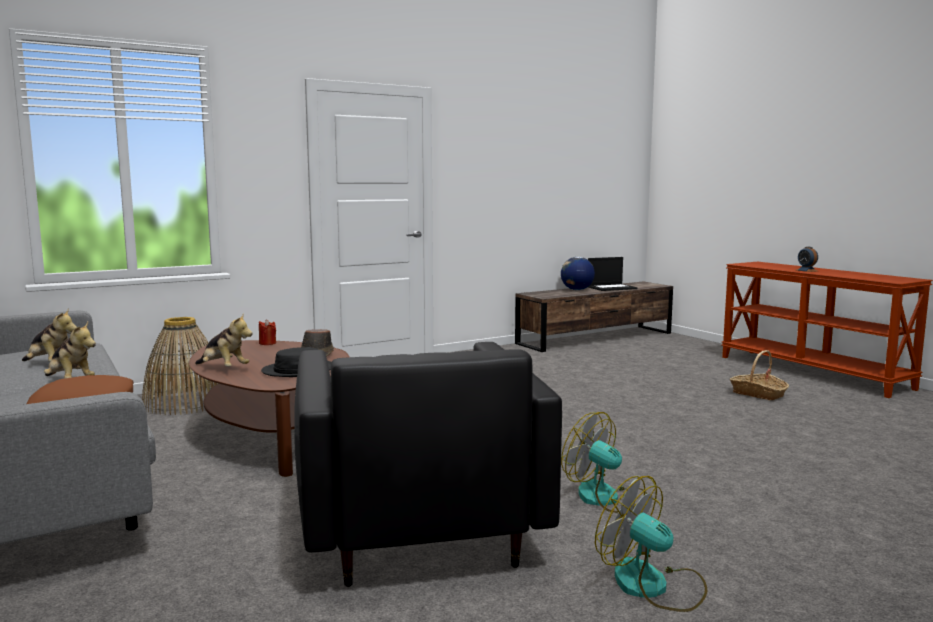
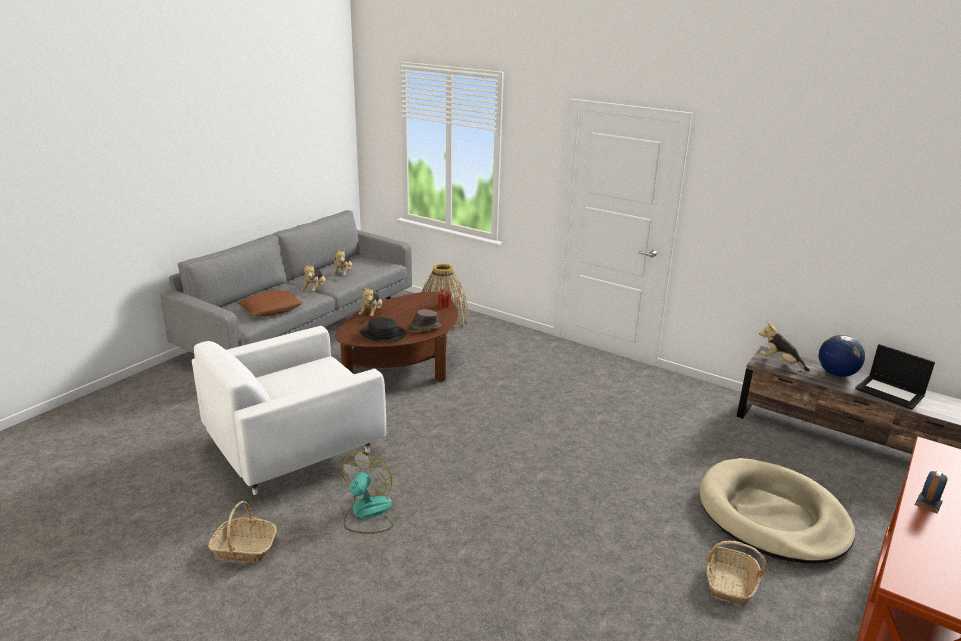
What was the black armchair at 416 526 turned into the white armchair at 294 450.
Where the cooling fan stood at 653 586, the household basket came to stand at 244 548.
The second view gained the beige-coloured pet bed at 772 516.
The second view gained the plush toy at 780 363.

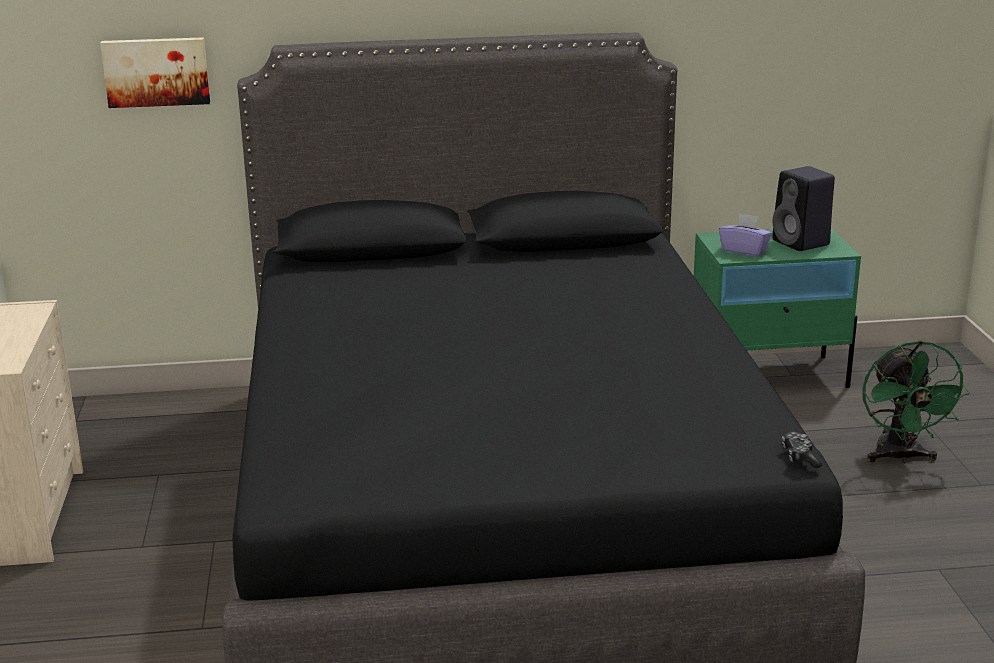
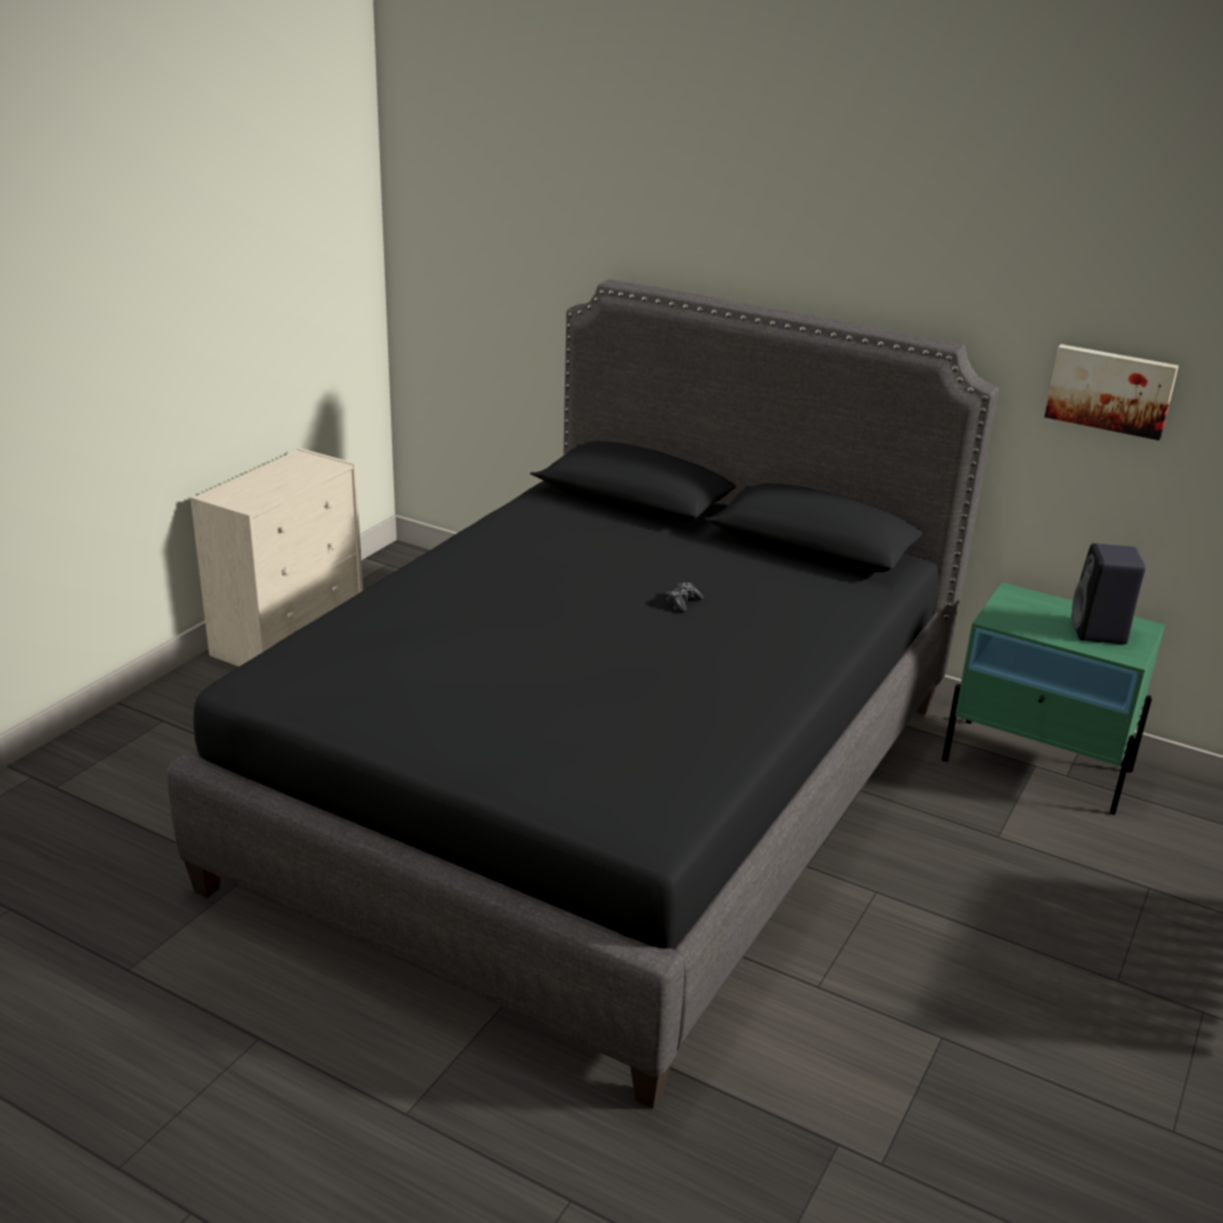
The joypad ended up elsewhere, having gone from 800 457 to 683 602.
The picture ended up elsewhere, having gone from 156 71 to 1110 390.
The second view lost the purple tissue holder at 744 251.
The second view lost the green-coloured cooling fan at 900 457.

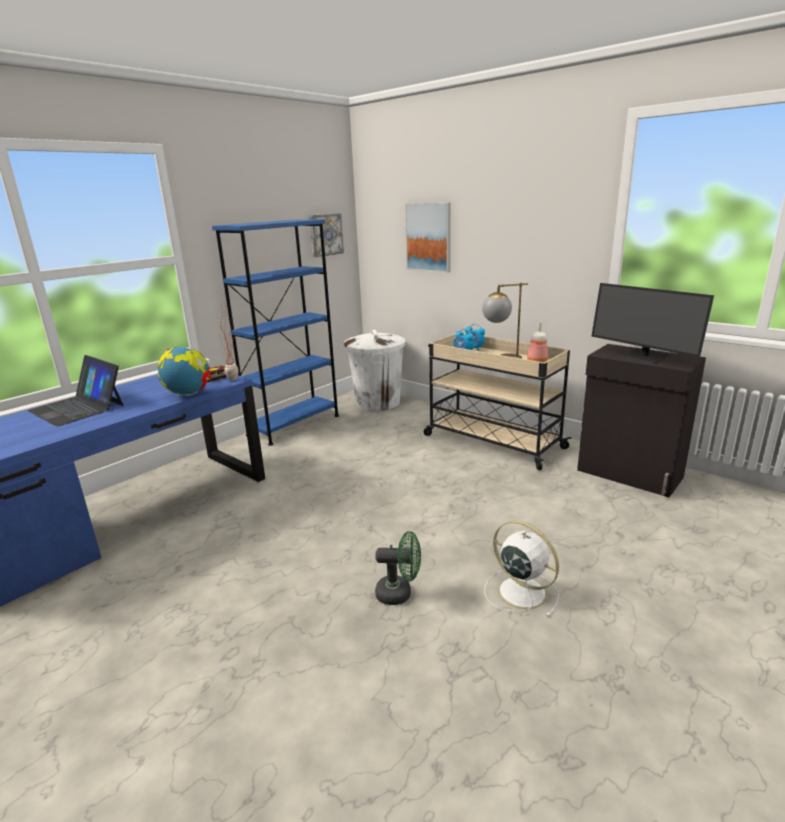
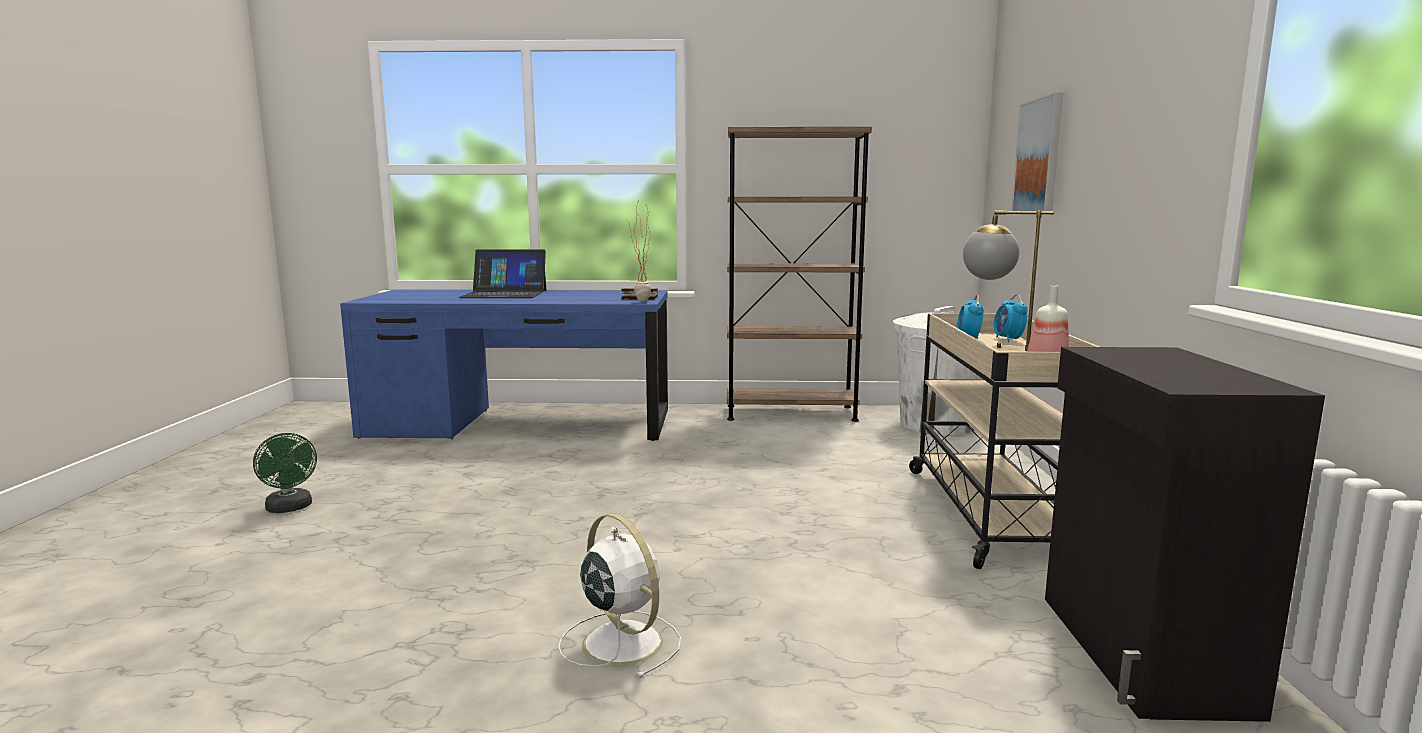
The green-coloured cooling fan ended up elsewhere, having gone from 399 593 to 290 508.
The portable computer at 78 408 ended up facing another way, 90 degrees counterclockwise from before.
The white cooling fan at 520 591 ended up facing another way, 45 degrees counterclockwise from before.
What was the blue-coloured bookcase at 294 425 turned into the brown-coloured bookcase at 790 413.
The second view lost the desk globe at 189 394.
The second view lost the picture at 325 234.
The second view lost the monitor at 644 357.

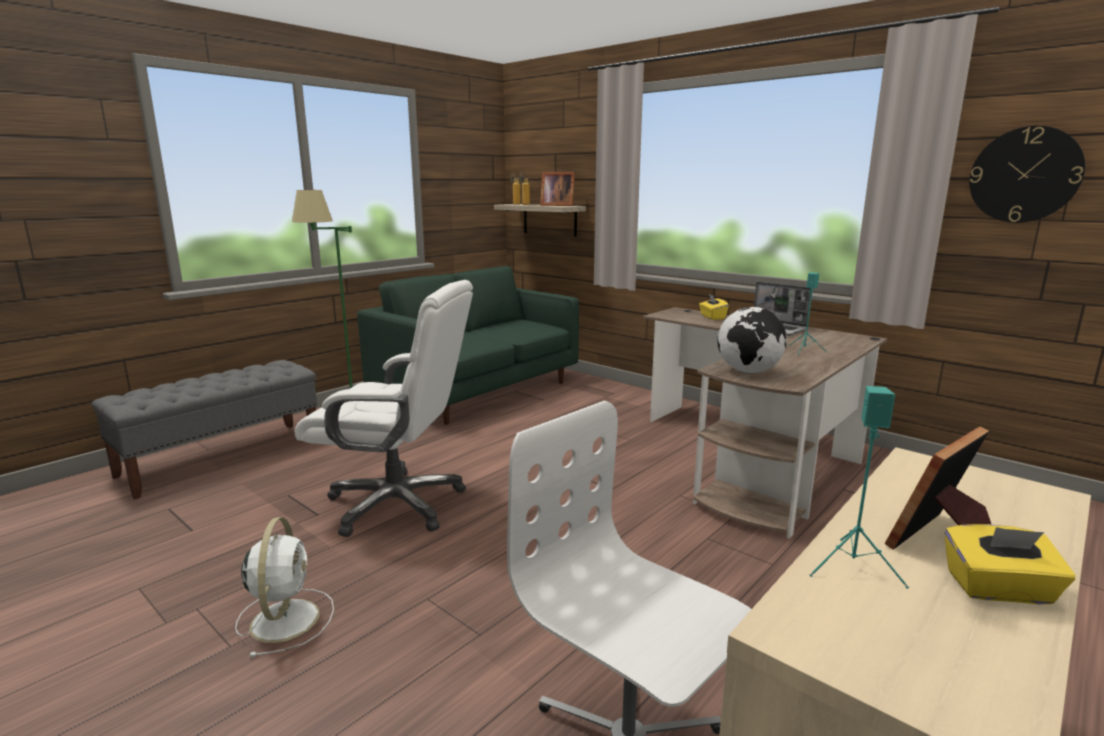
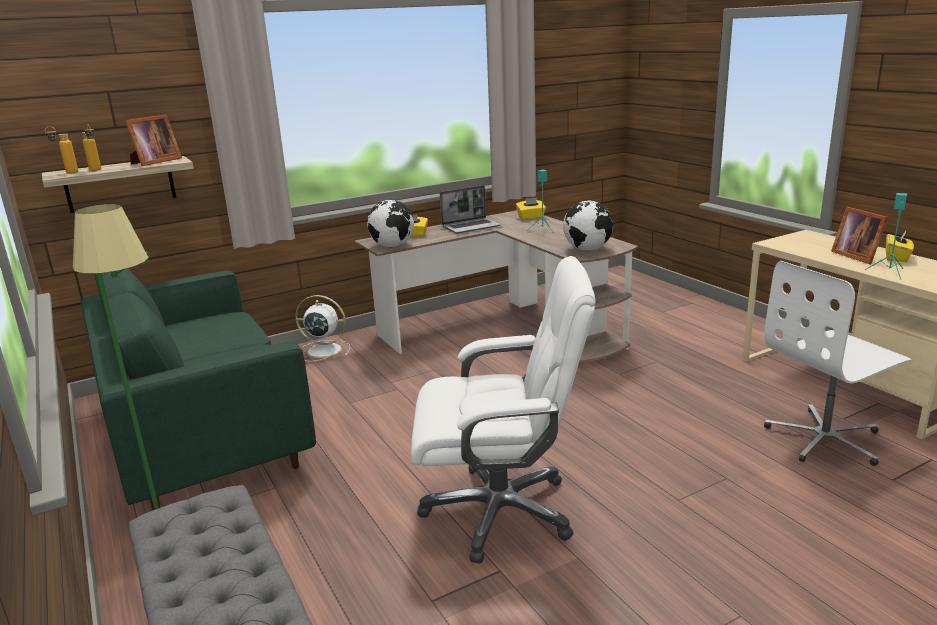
The white cooling fan ended up elsewhere, having gone from 286 618 to 323 350.
The second view gained the desk globe at 392 246.
The white desk chair at 397 504 ended up facing another way, 60 degrees clockwise from before.
The second view gained the yellow-coloured tissue holder at 531 217.
The second view lost the hanging clock at 1024 175.

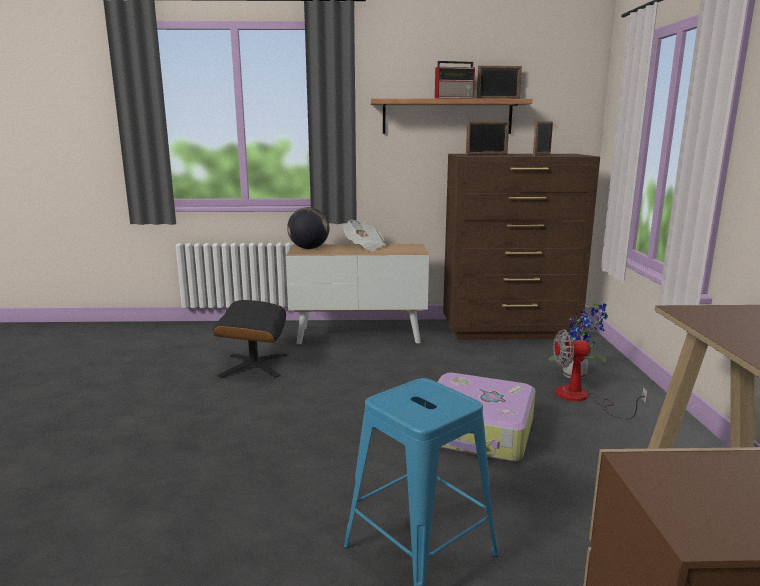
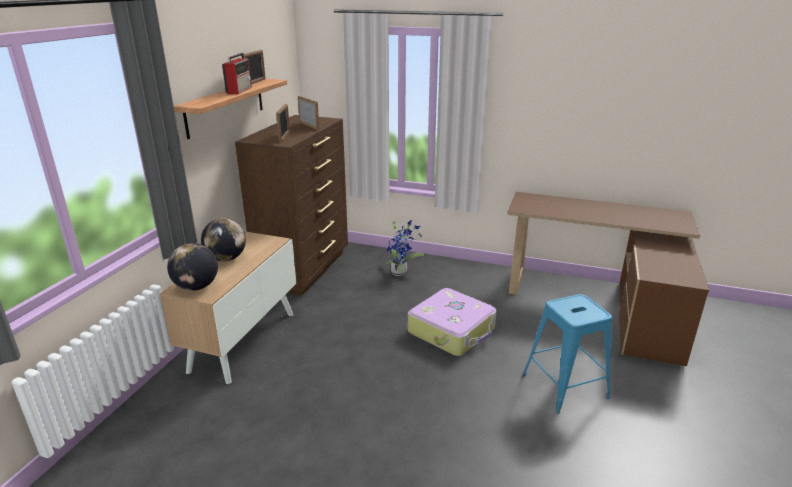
Where the daily paper stood at 364 247, the desk globe came to stand at 226 258.
The second view lost the black ottoman at 253 365.
The second view lost the cooling fan at 582 398.

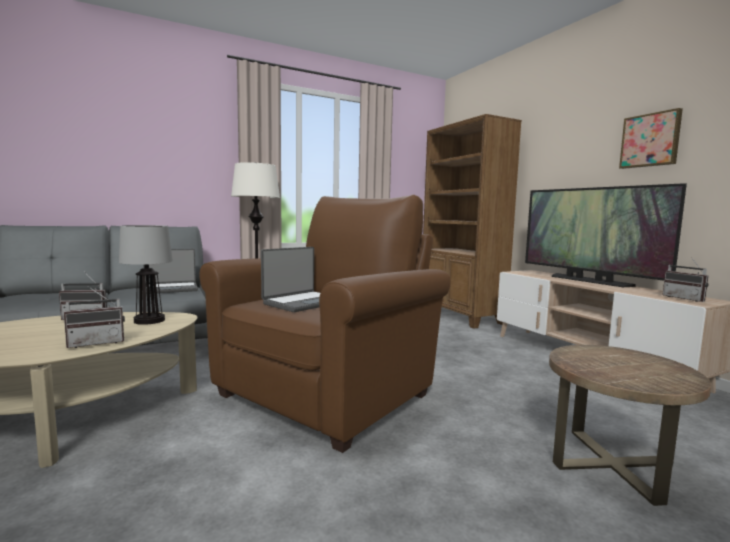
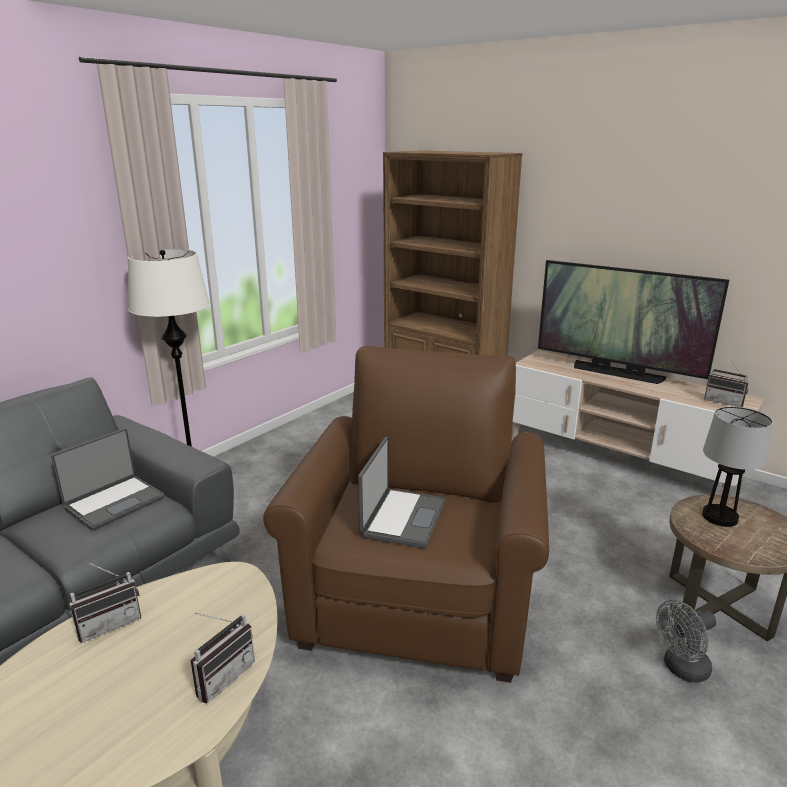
The second view gained the grey cooling fan at 681 669.
The table lamp ended up elsewhere, having gone from 148 320 to 719 517.
The second view lost the picture at 650 140.

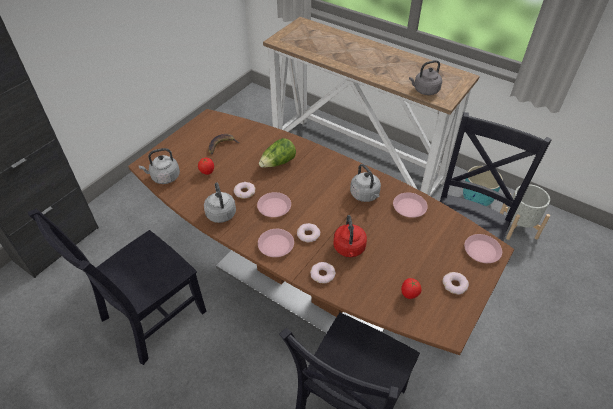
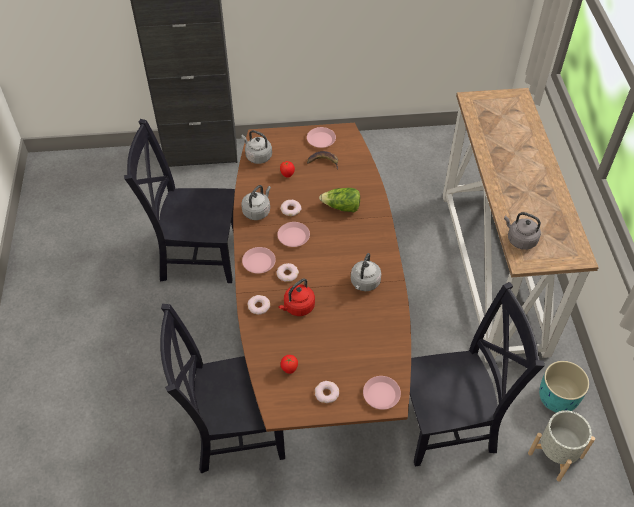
The pink-coloured plate ended up elsewhere, having gone from 409 207 to 321 140.

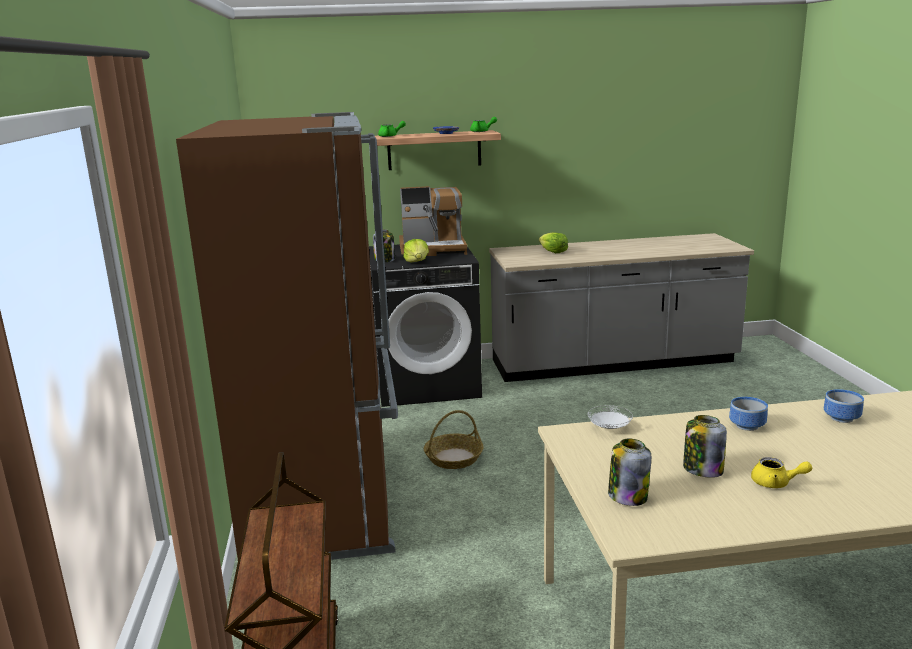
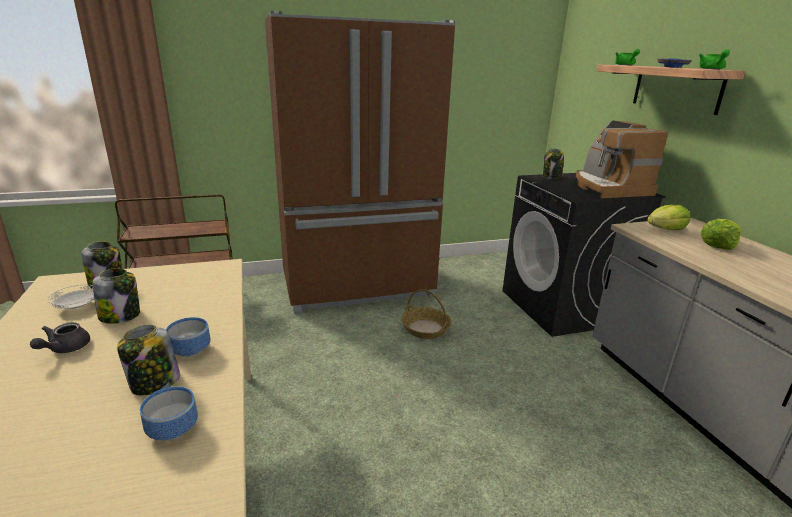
What was the yellow-coloured pot for tea at 776 483 turned into the grey pot for tea at 65 349.
The white plate ended up elsewhere, having gone from 609 428 to 77 307.
The second view gained the storage jar at 154 383.
The head of lettuce ended up elsewhere, having gone from 417 262 to 665 230.

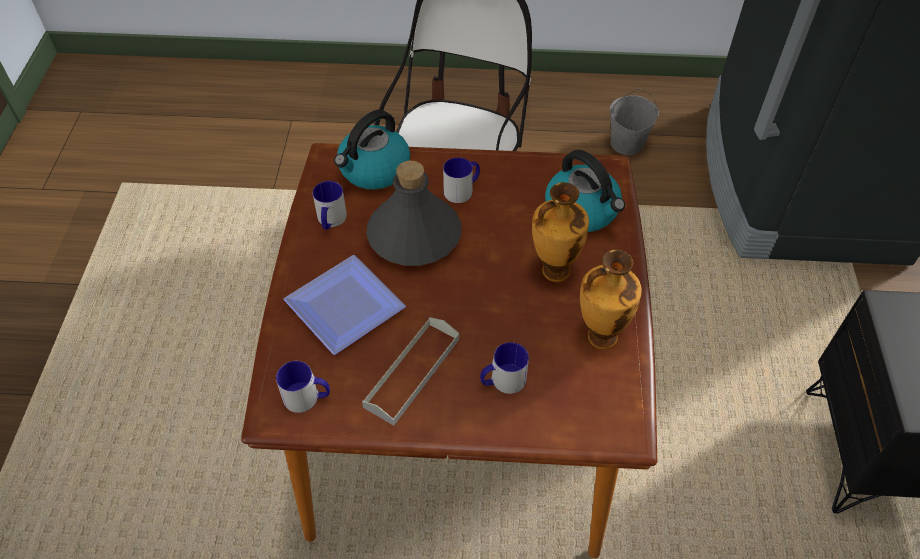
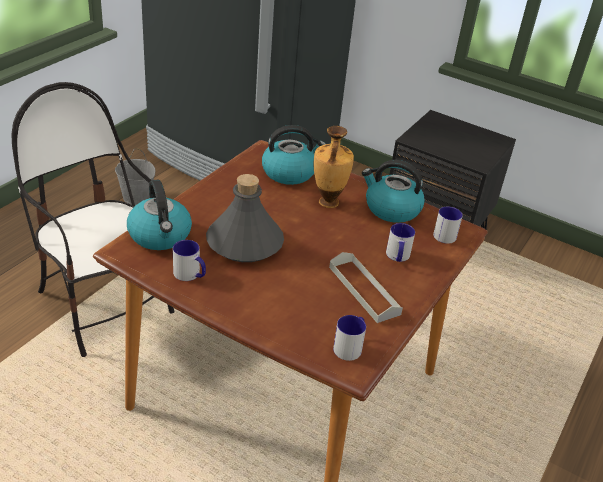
Where the flower vase stood at 600 336, the tea kettle came to stand at 391 209.
The mug ended up elsewhere, having gone from 462 190 to 443 233.
The second view lost the plate at 344 310.

